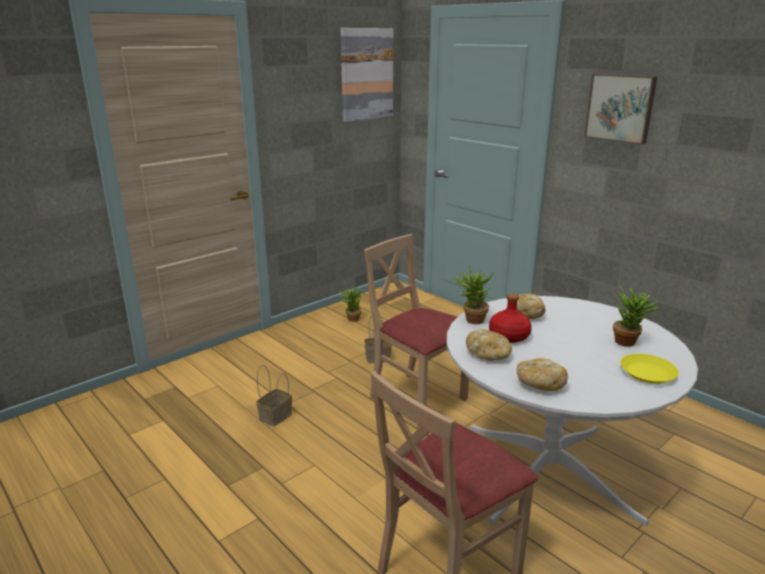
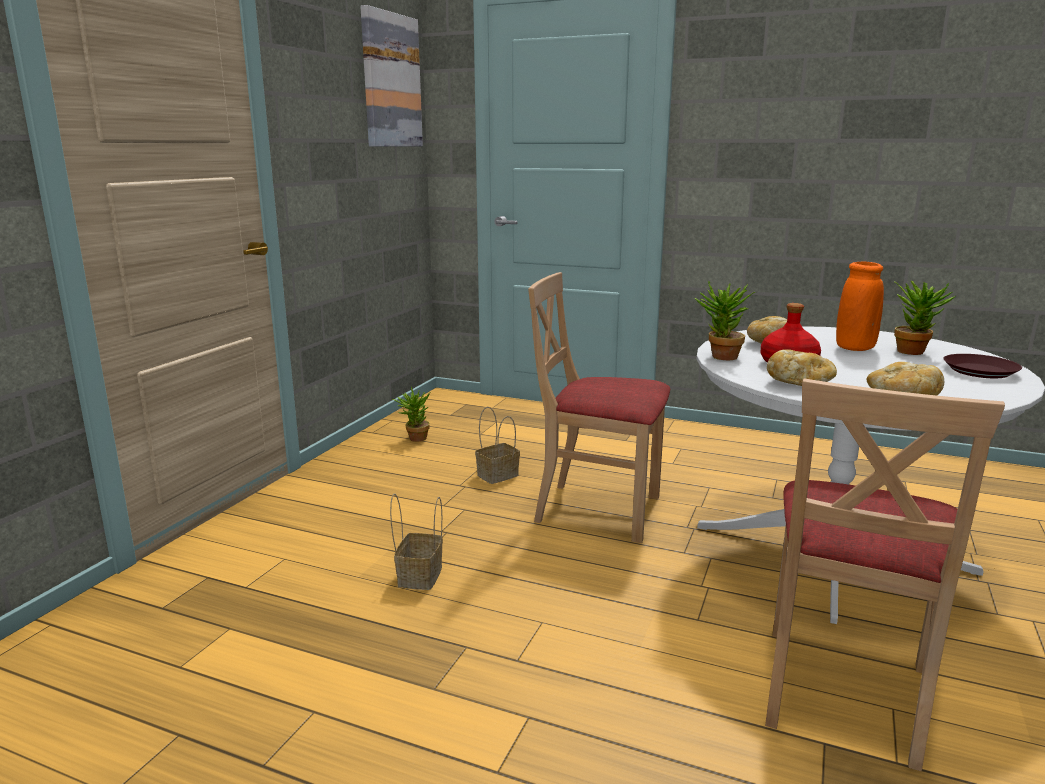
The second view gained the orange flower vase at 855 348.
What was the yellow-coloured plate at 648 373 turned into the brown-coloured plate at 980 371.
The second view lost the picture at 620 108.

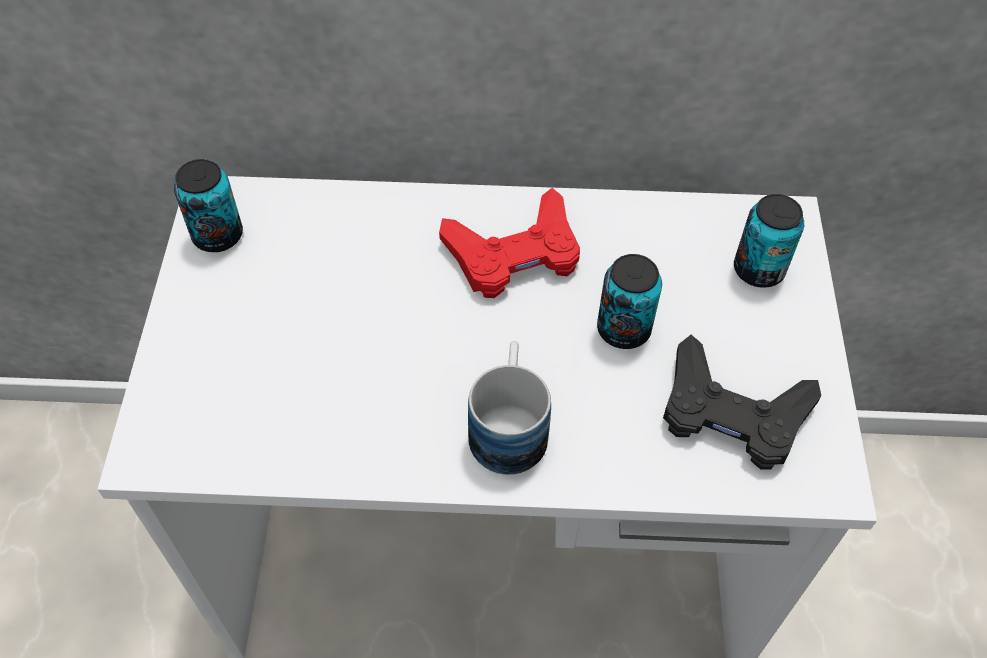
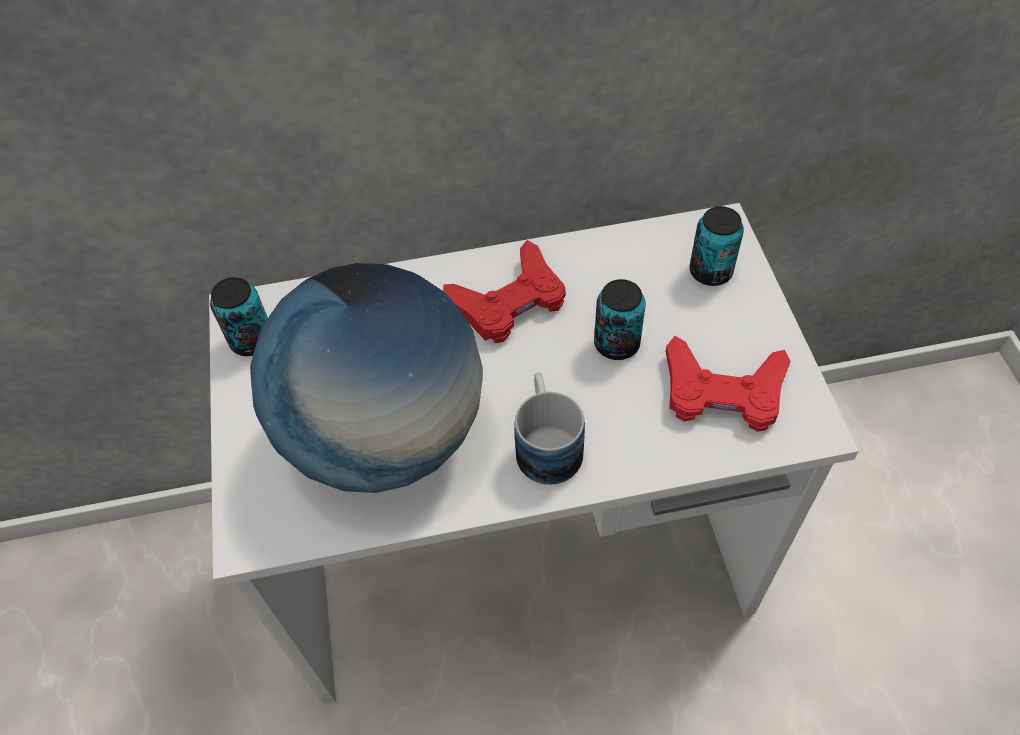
The second view gained the desk globe at 385 436.
What was the black joypad at 732 413 turned into the reddish joypad at 722 392.

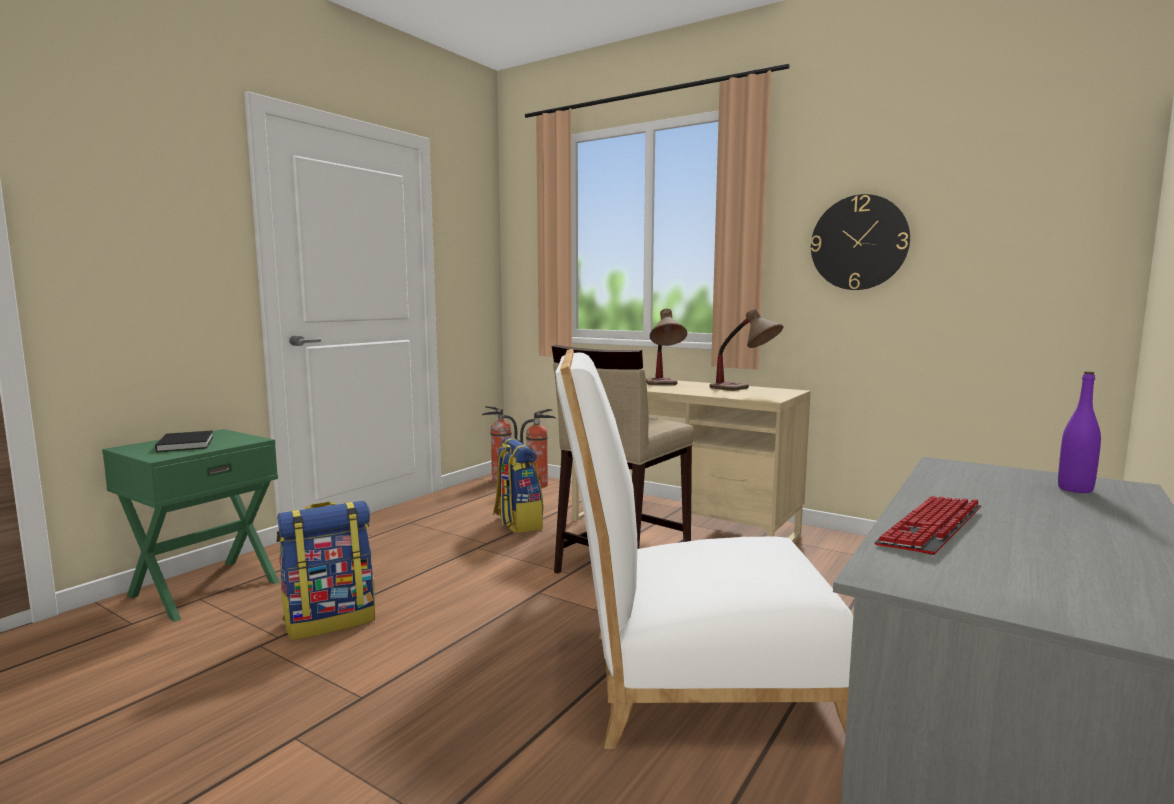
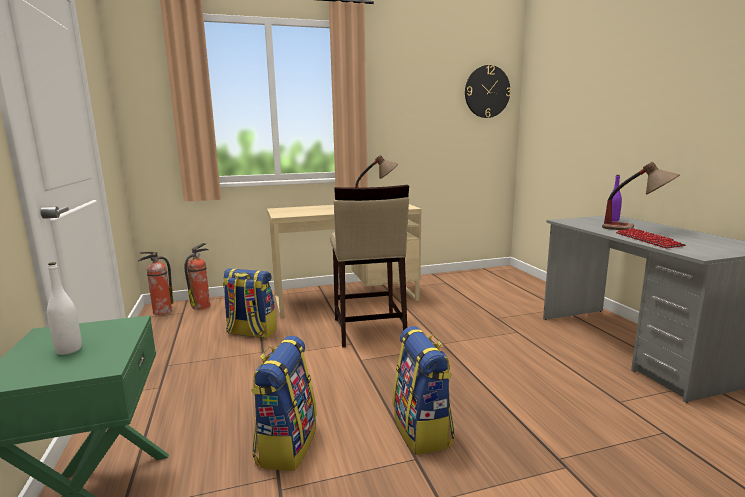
Where the black volume stood at 187 444, the white drink bottle came to stand at 69 350.
The second view gained the knapsack at 423 431.
The hanging clock ended up elsewhere, having gone from 859 243 to 487 91.
The table lamp ended up elsewhere, having gone from 664 385 to 636 229.
The second view lost the white upright chair at 692 683.

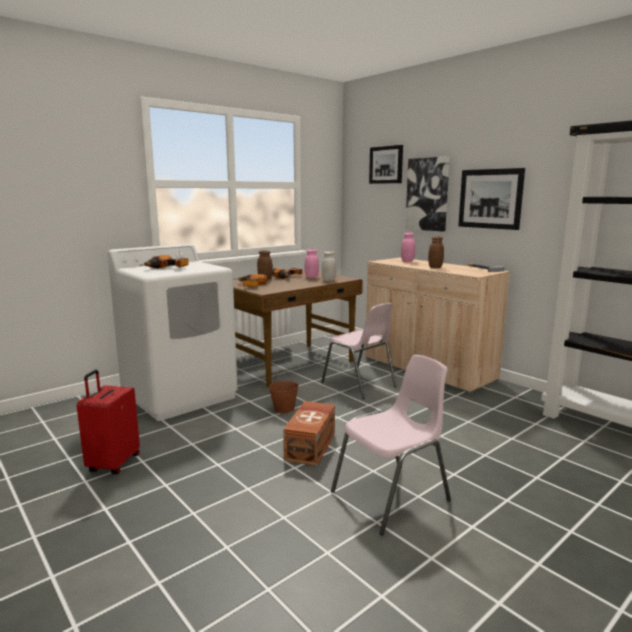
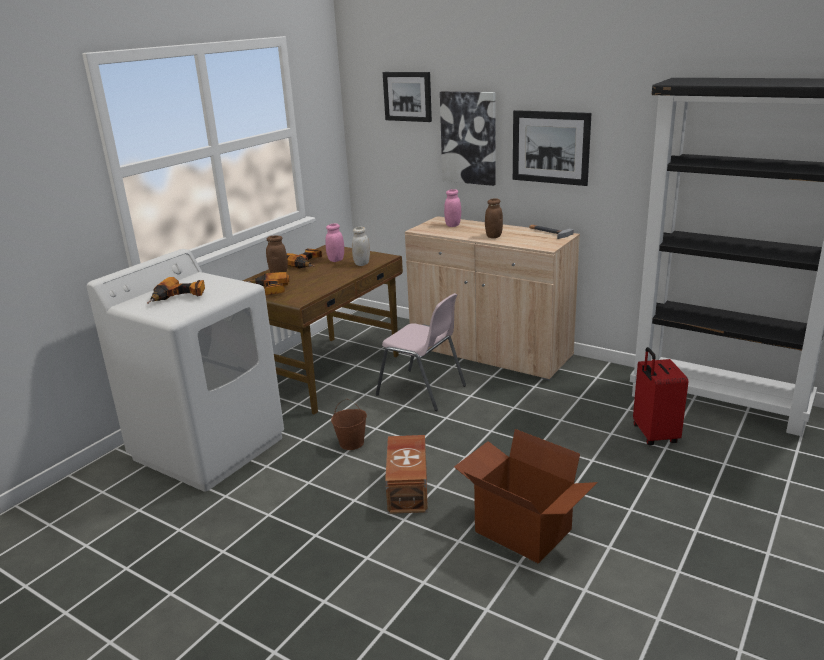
Where the pink-coloured upright chair stood at 392 496, the packing box came to stand at 521 531.
The reddish travel case ended up elsewhere, having gone from 113 464 to 653 435.

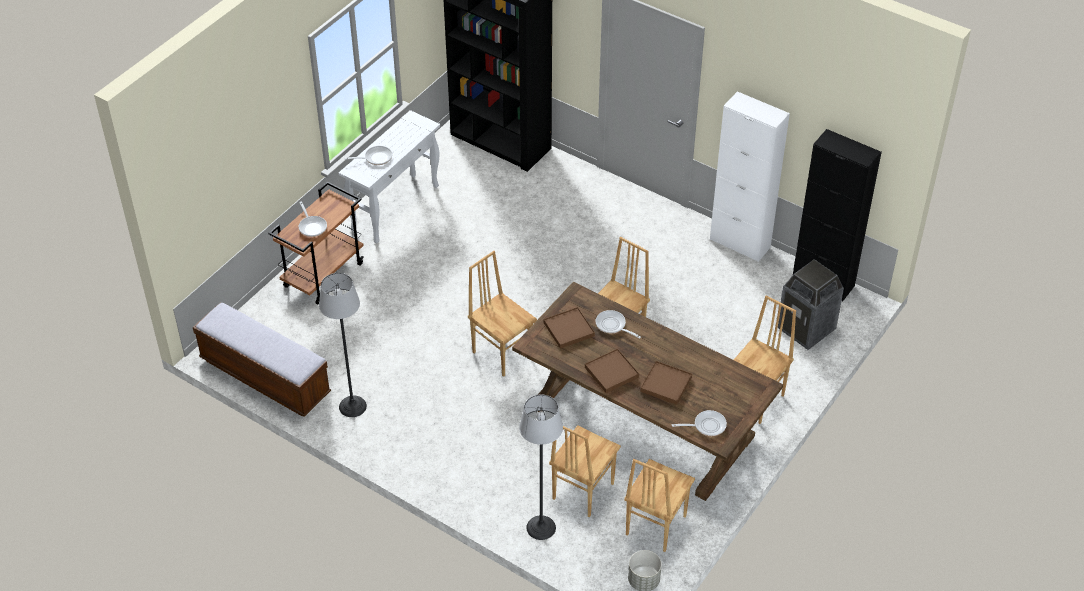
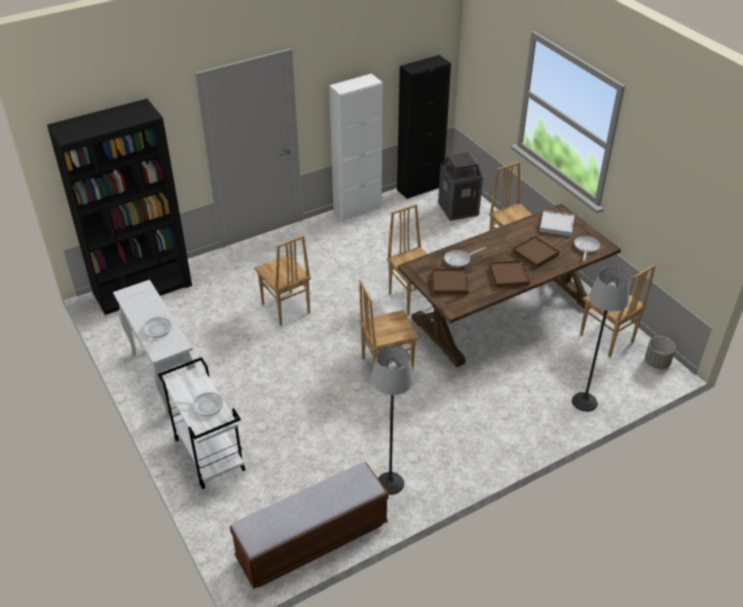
What was the brown-coloured trolley at 323 274 turned into the white trolley at 208 454.
The brown-coloured upright chair ended up elsewhere, having gone from 582 491 to 285 309.
The second view gained the white tray at 556 224.

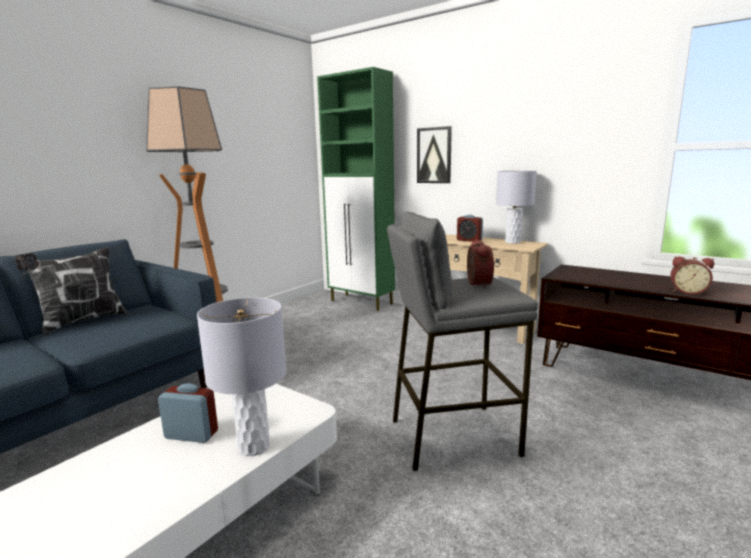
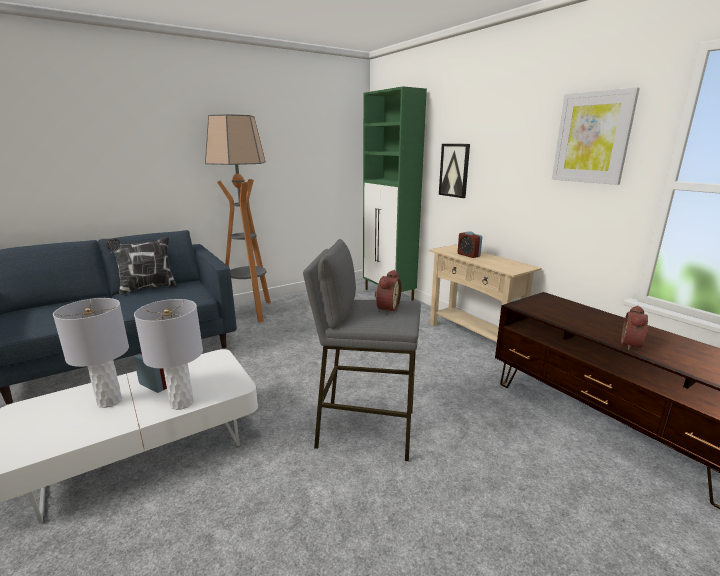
The grey table lamp ended up elsewhere, having gone from 513 242 to 110 401.
The second view gained the picture at 592 138.
The alarm clock at 687 291 ended up facing another way, 75 degrees clockwise from before.

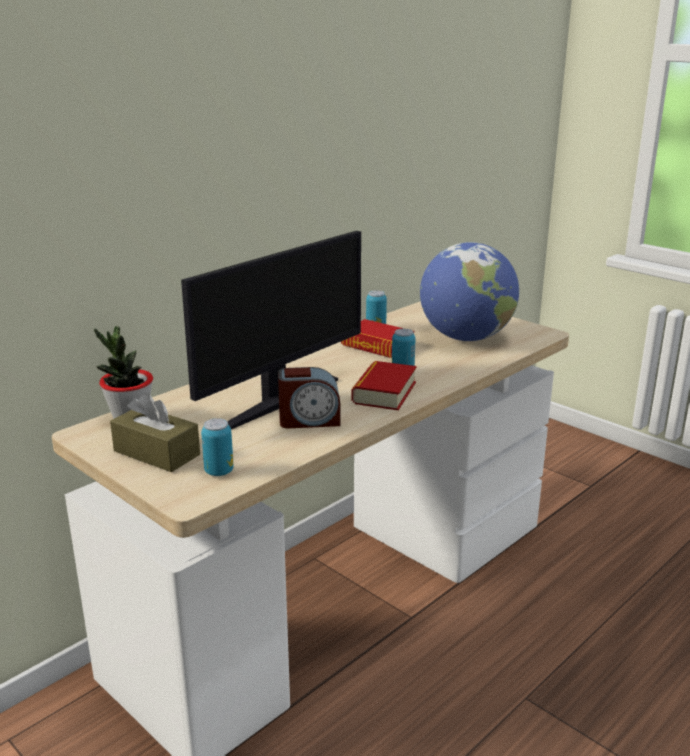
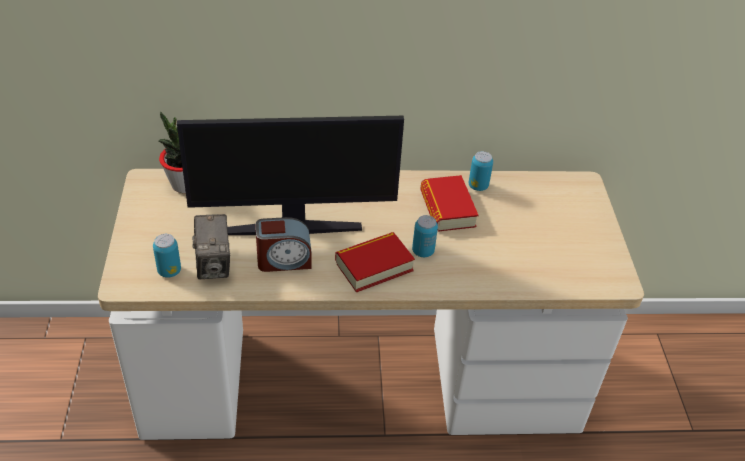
The second view gained the photo camera at 214 265.
The alarm clock at 309 420 ended up facing another way, 45 degrees counterclockwise from before.
The second view lost the brown-coloured tissue holder at 156 453.
The second view lost the desk globe at 466 338.

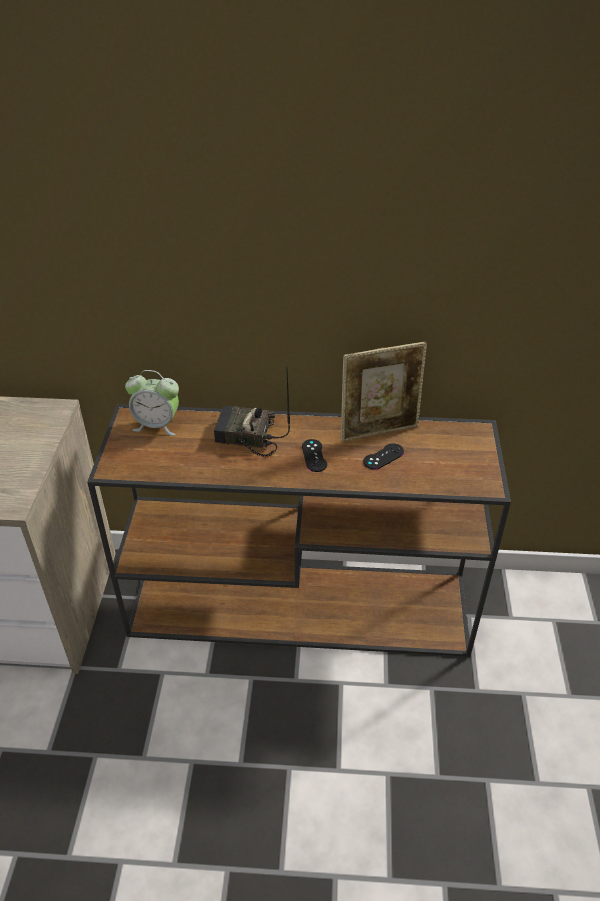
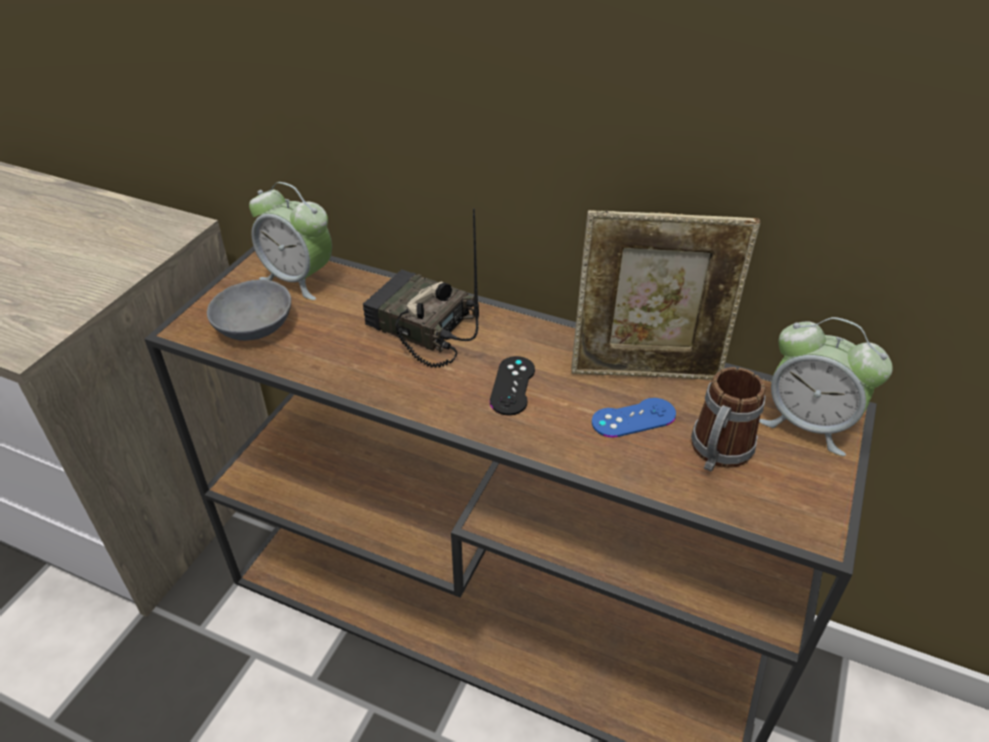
The second view gained the grey deep dish at 252 324.
What was the black joypad at 383 456 turned into the blue-coloured joypad at 633 418.
The second view gained the mug at 717 454.
The second view gained the alarm clock at 807 424.

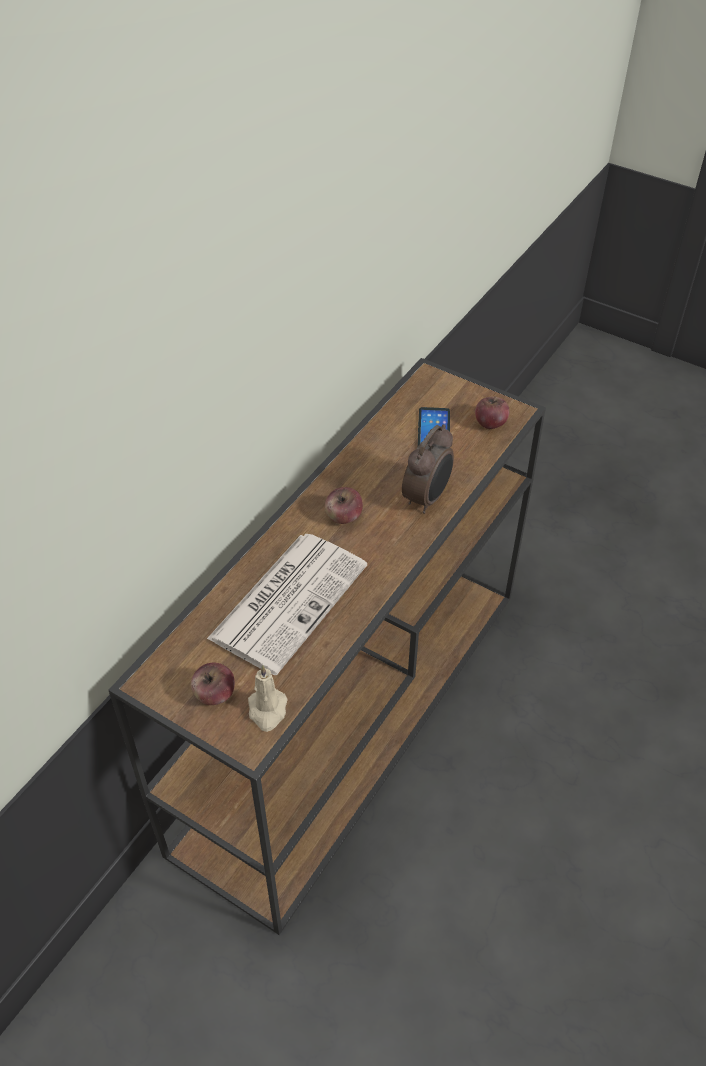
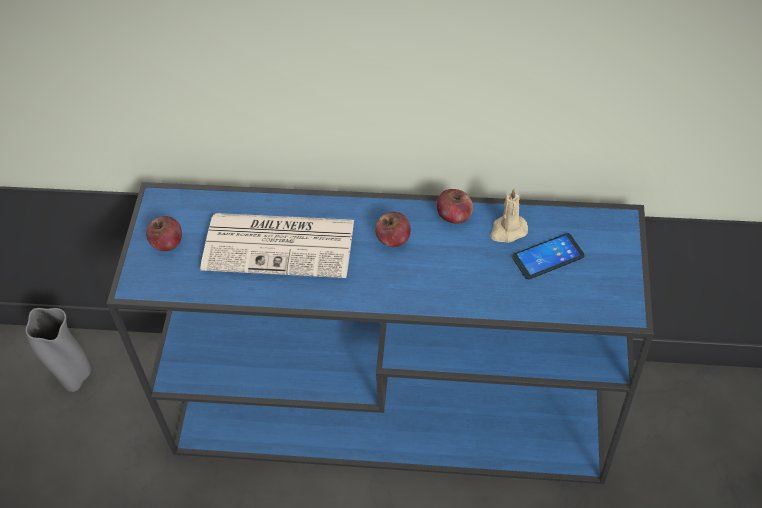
The second view gained the grey flower vase at 74 378.
What was the brown-coloured hall table at 354 711 turned into the blue-coloured hall table at 394 410.
The apple ended up elsewhere, having gone from 490 423 to 454 216.
The beige-coloured candle ended up elsewhere, having gone from 267 710 to 508 230.
The second view lost the alarm clock at 427 498.

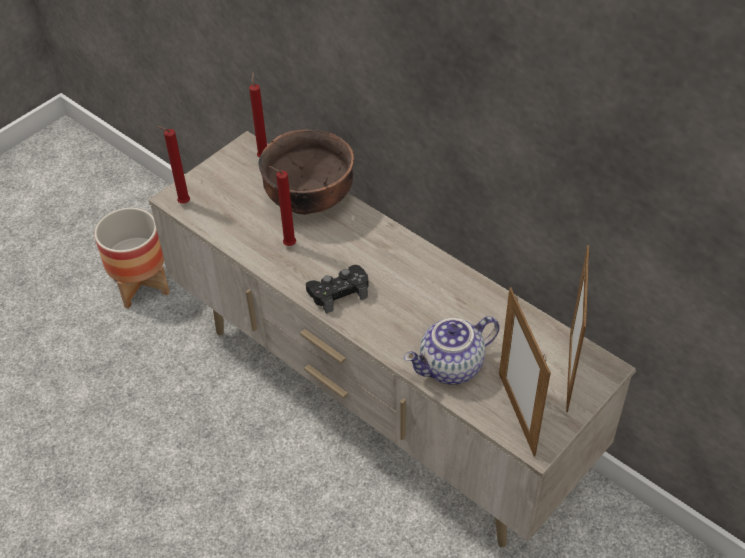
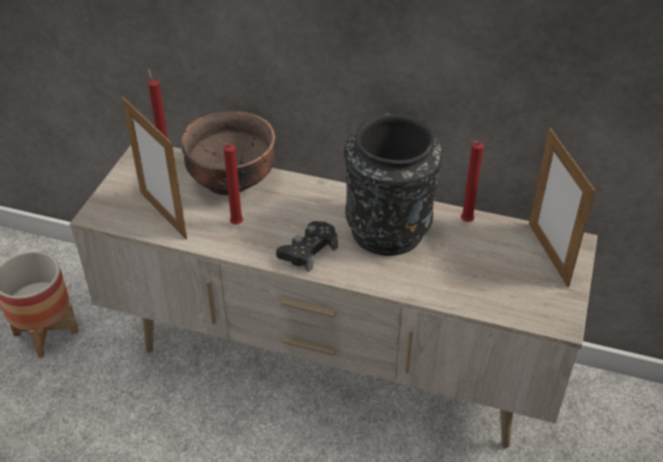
The picture frame ended up elsewhere, having gone from 516 413 to 163 215.
The second view gained the black flower vase at 388 229.
The reddish candle ended up elsewhere, having gone from 182 203 to 465 222.
The second view lost the pot for tea at 451 368.

